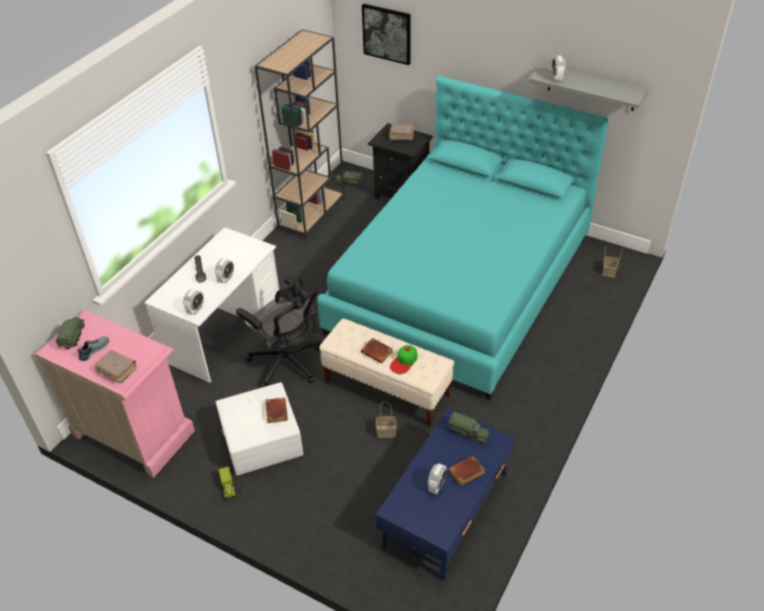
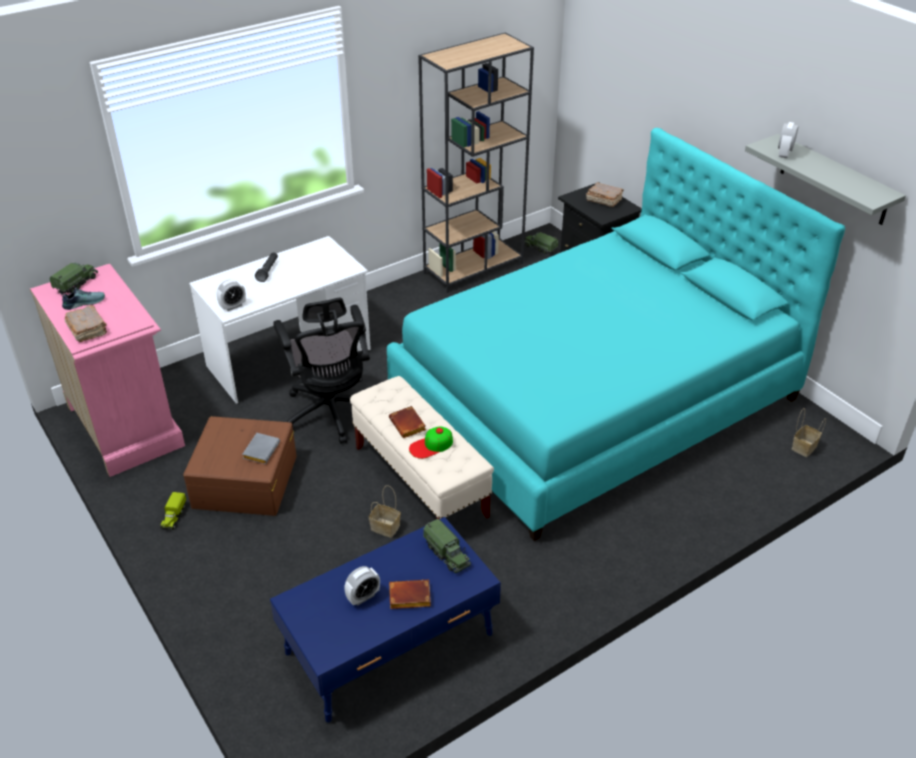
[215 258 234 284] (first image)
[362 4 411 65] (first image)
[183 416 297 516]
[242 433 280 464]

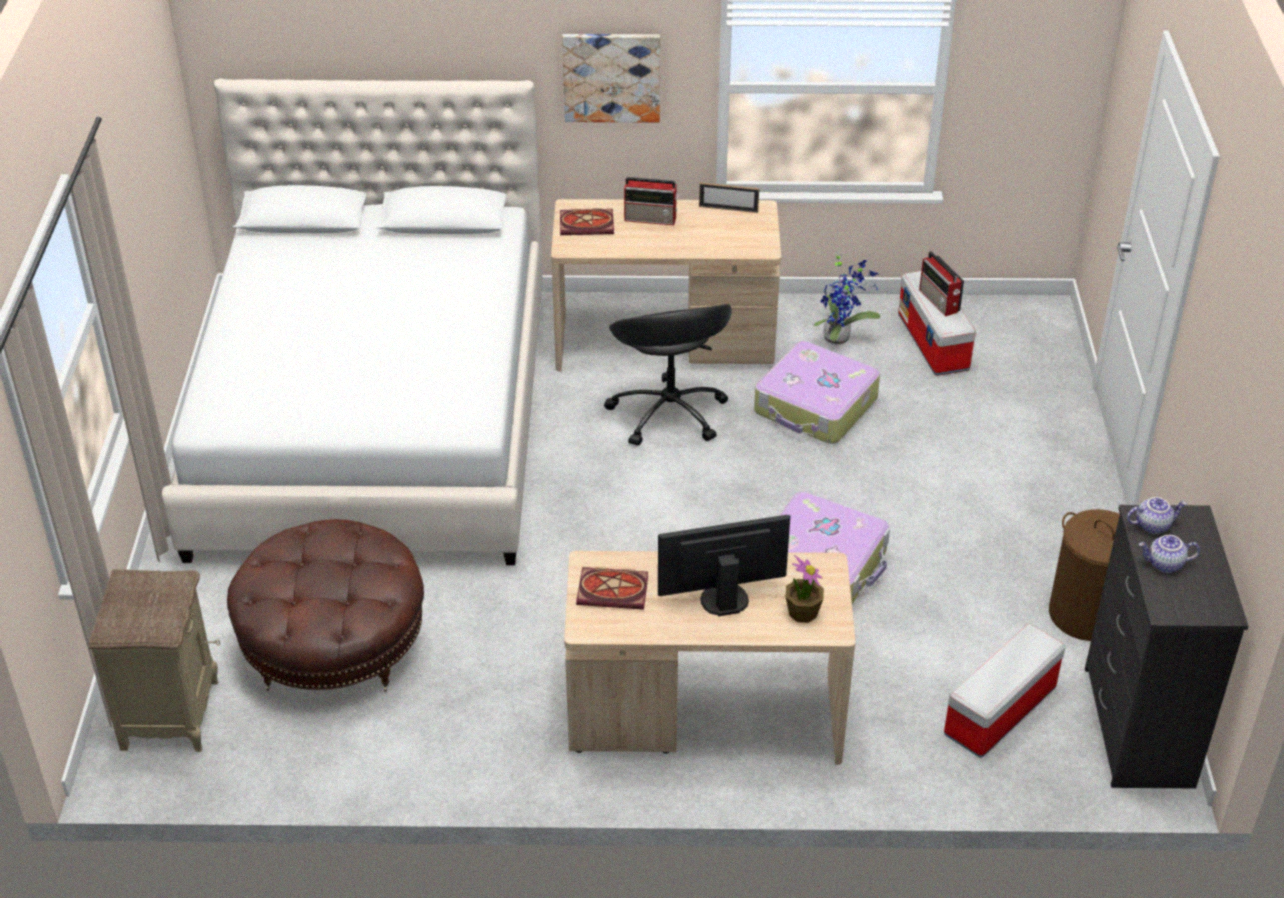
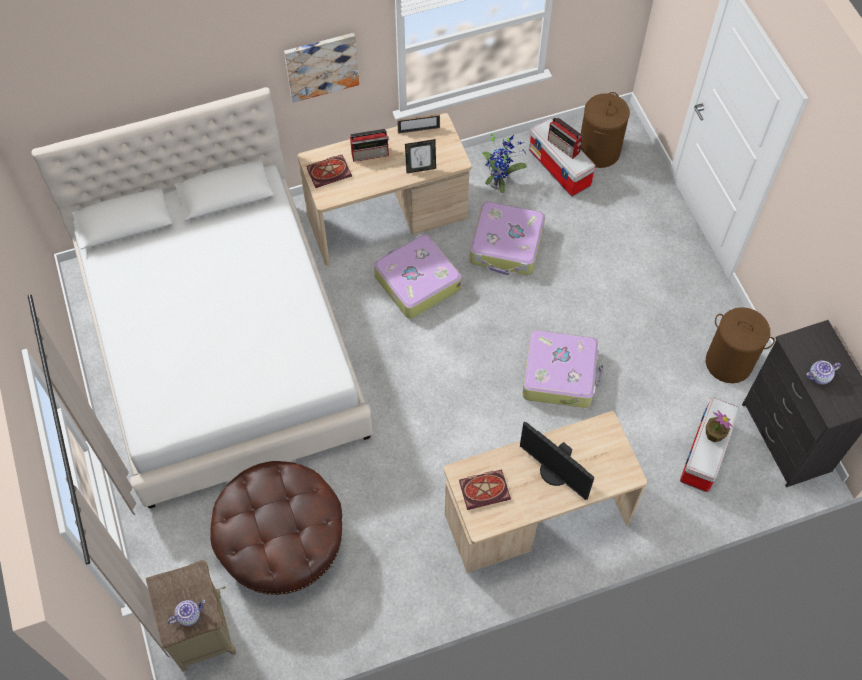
[405 139 436 173]
[581 92 630 168]
[706 410 733 442]
[167 600 205 626]
[374 234 461 319]
[520 422 594 500]

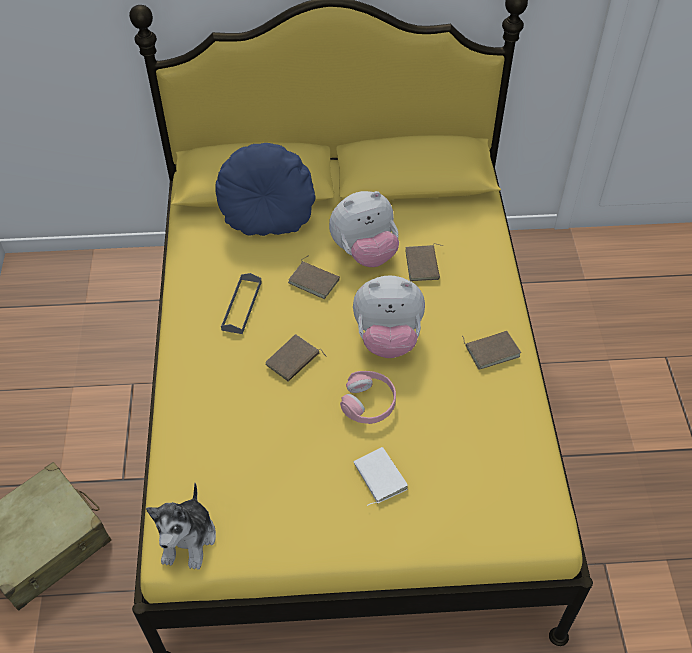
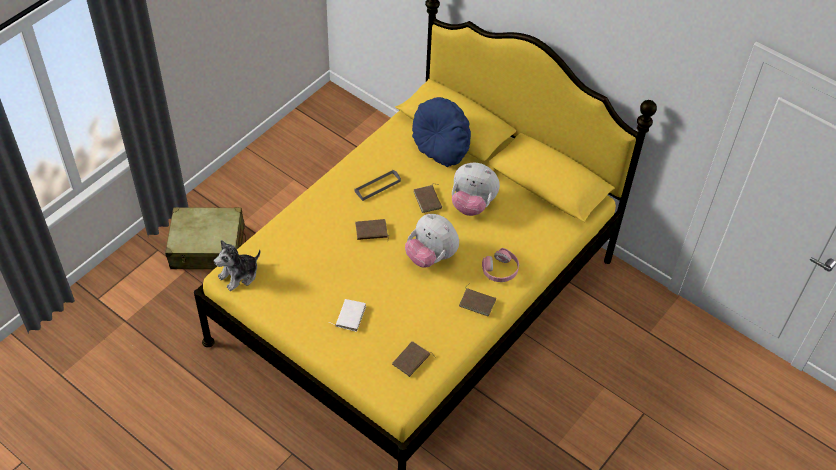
[482 248 519 282]
[392 341 436 377]

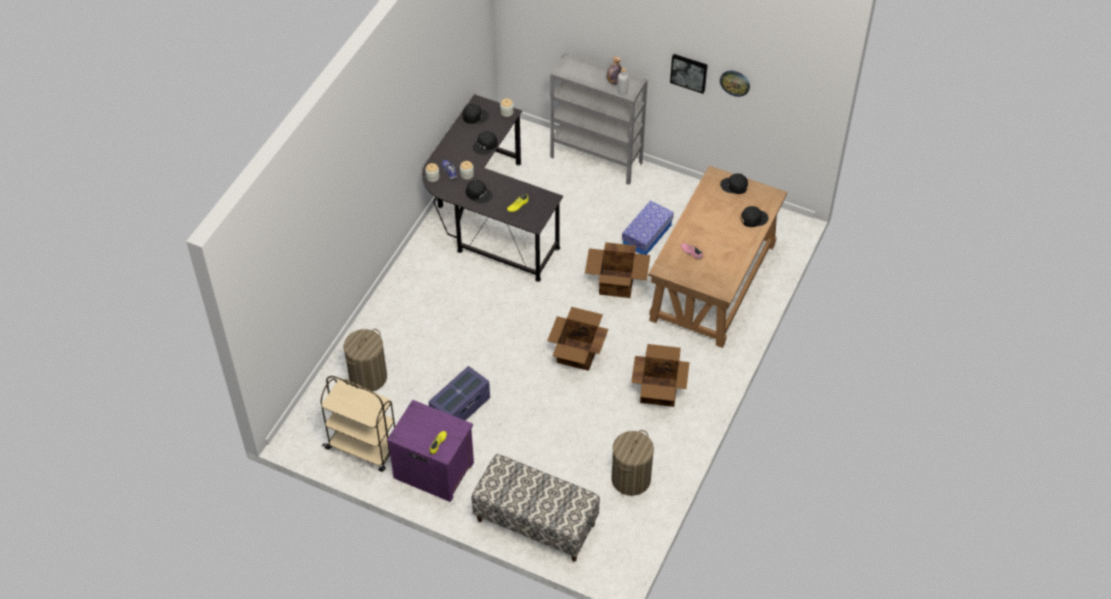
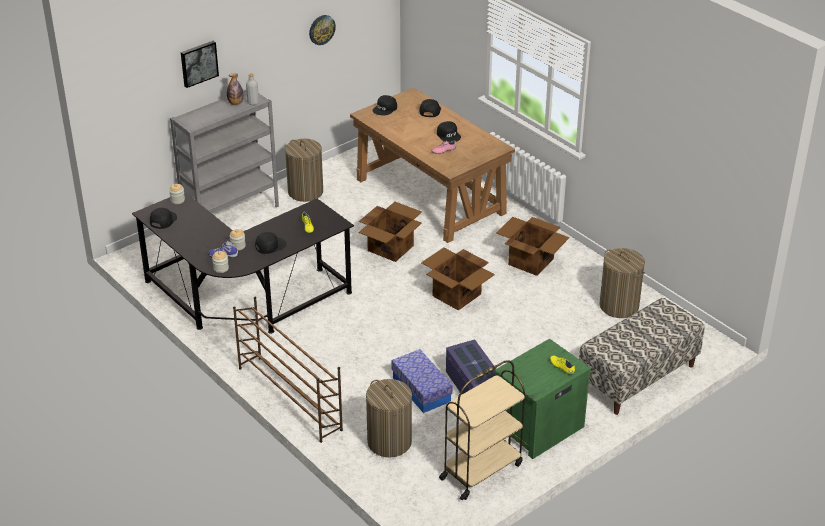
[233 297 343 443]
[285 139 323 202]
[437 121 461 142]
[391 349 453 413]
[181 41 219 88]
[494 339 591 459]

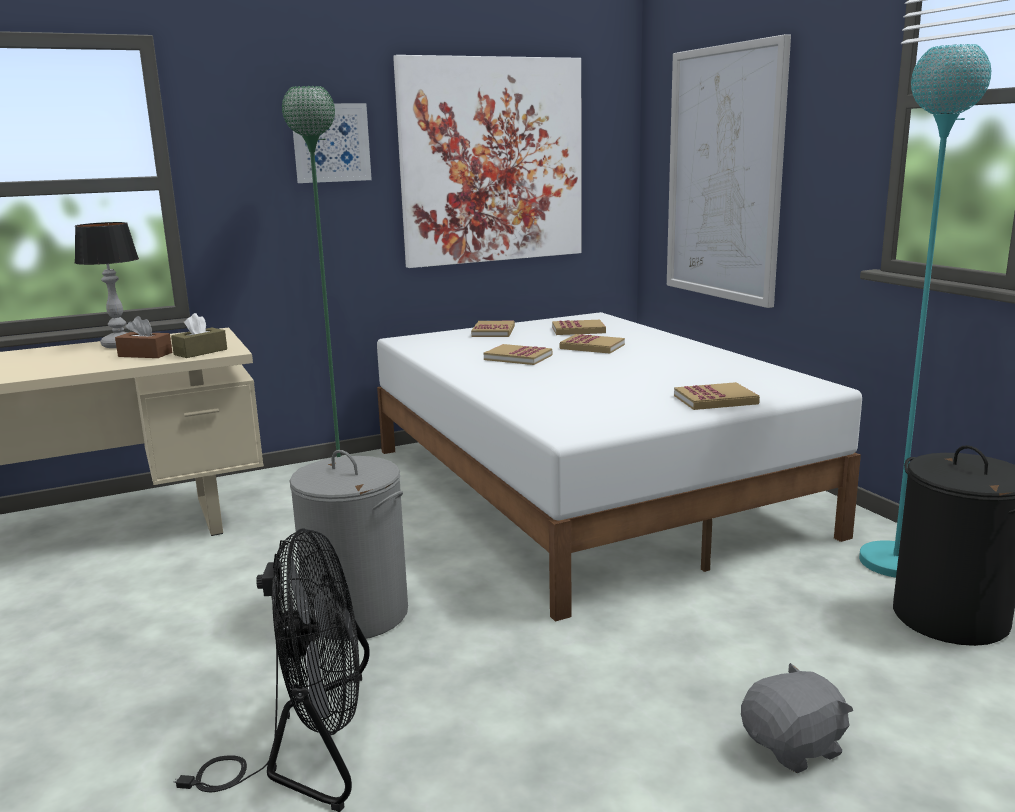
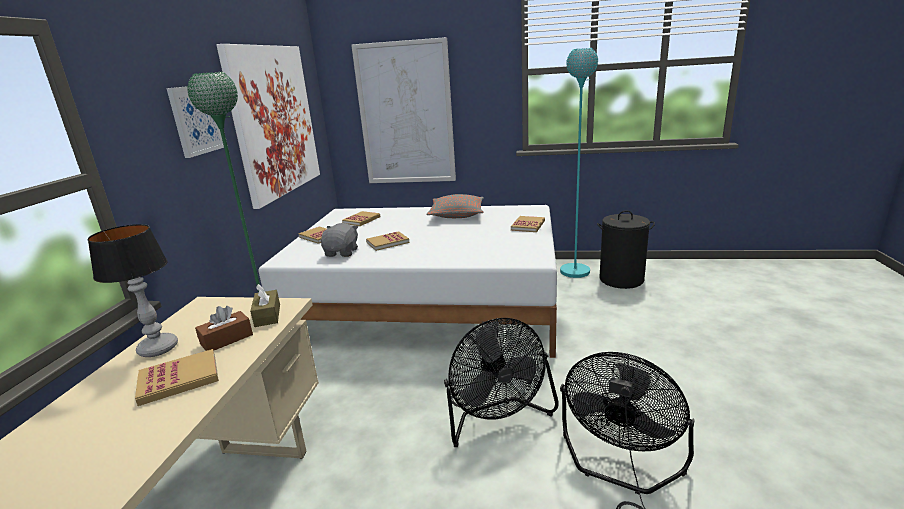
[426 194 484 218]
[135 349 219 406]
[321 223 358 257]
[444 318 559 447]

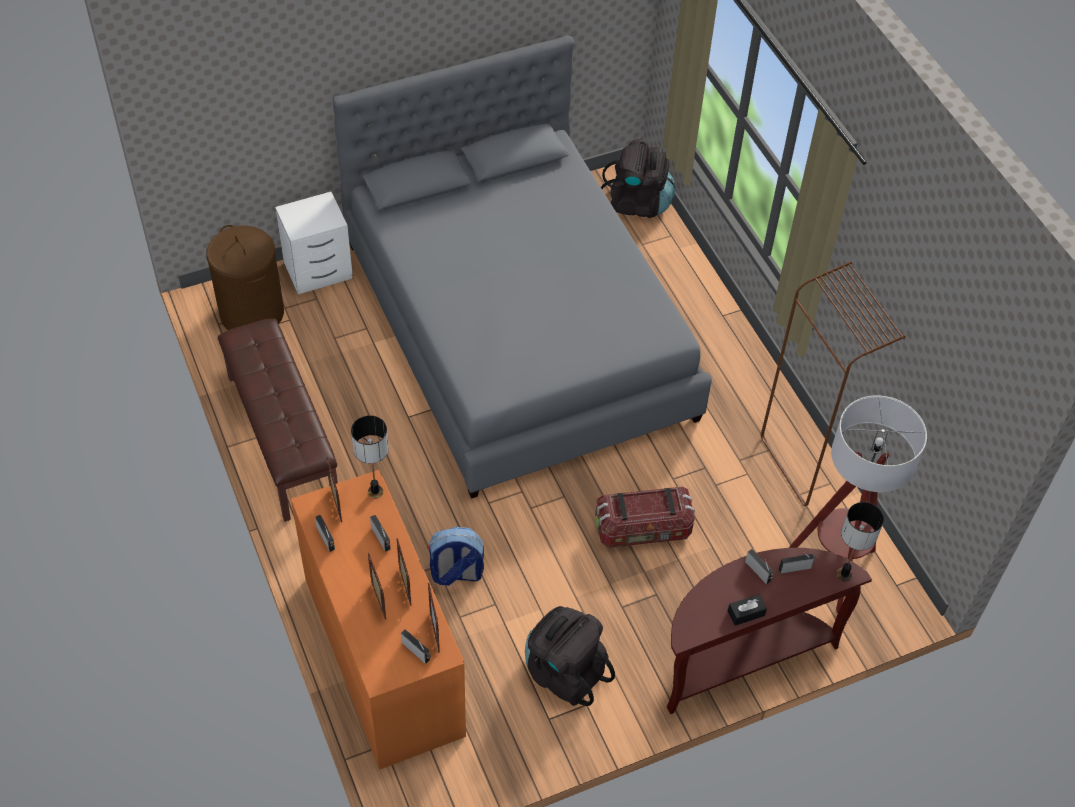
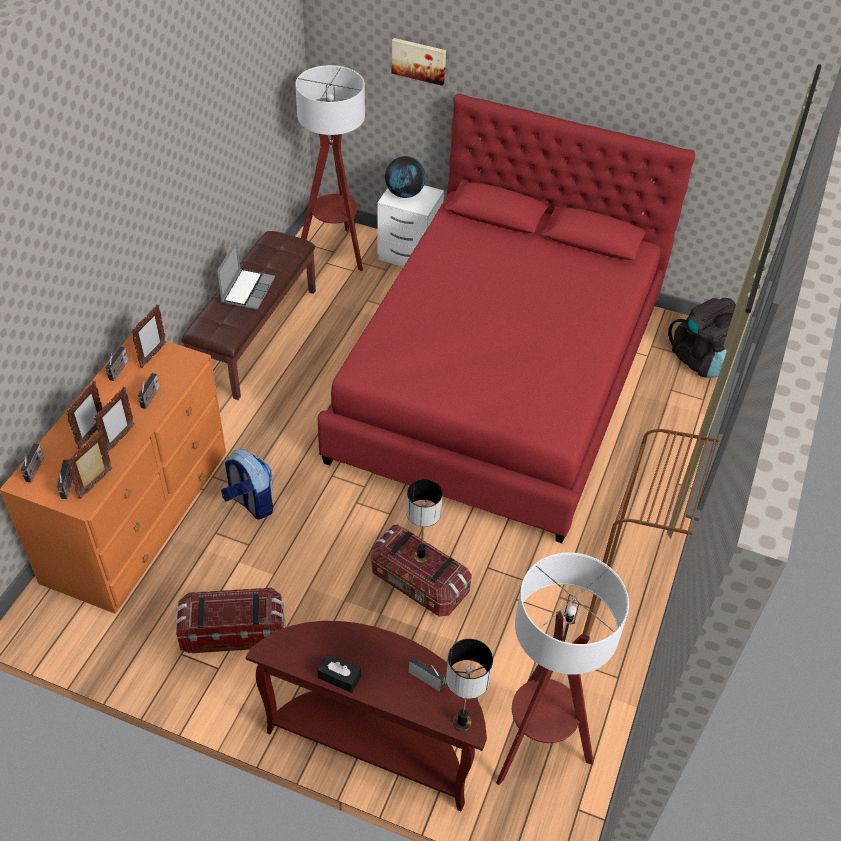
[217 239 275 310]
[385 156 426 198]
[392 38 446 86]
[406 479 442 563]
[21 444 44 482]
[295 65 365 271]
[175 588 286 654]
[318 94 695 543]

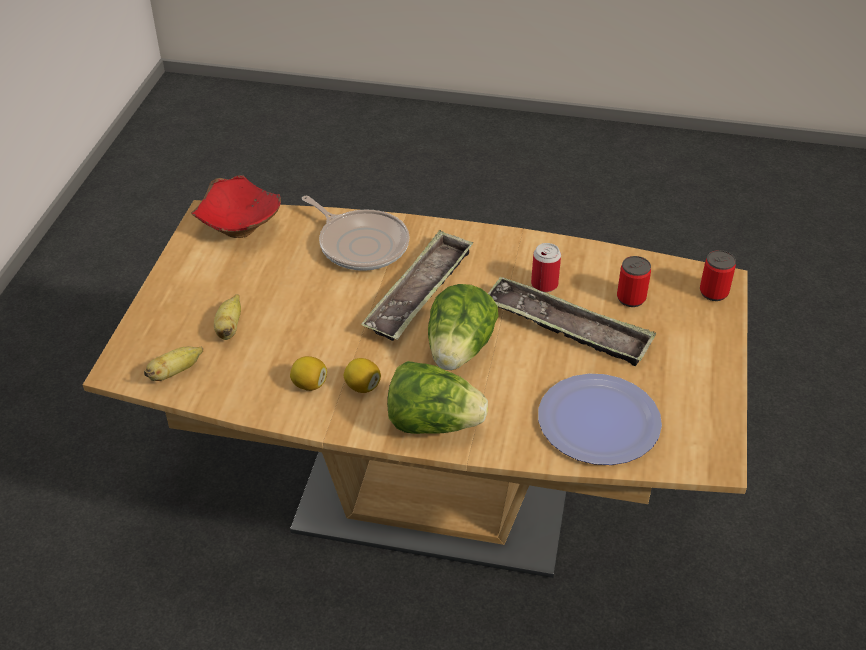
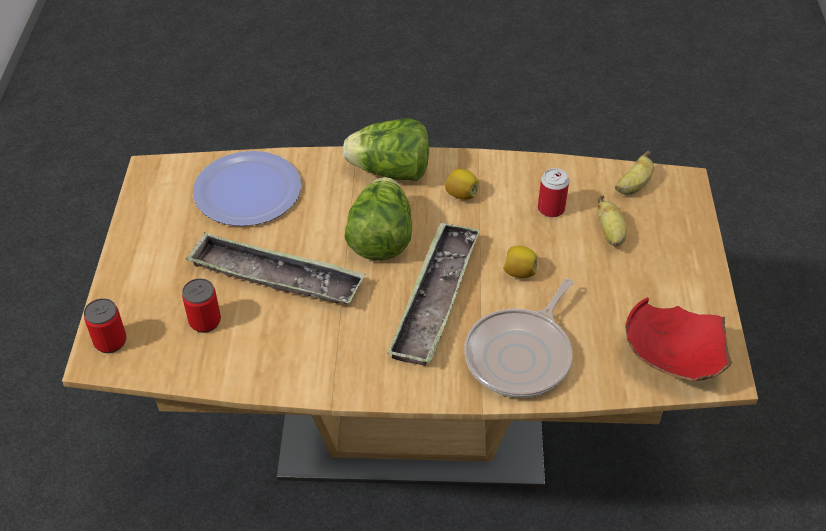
[503 246 537 278]
[538 168 569 217]
[464 278 573 398]

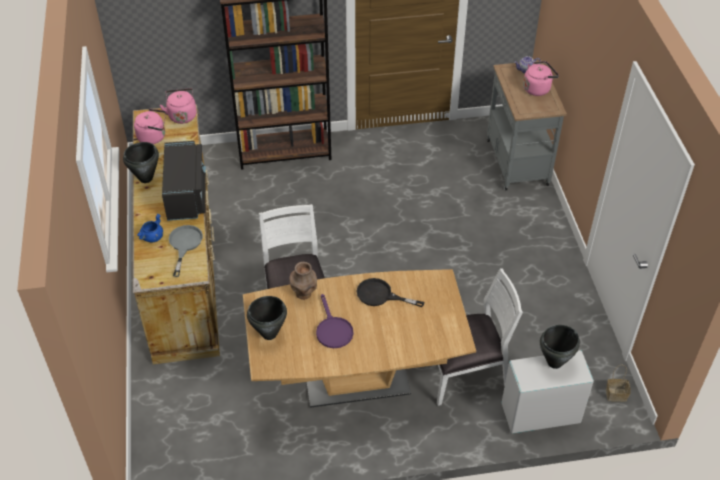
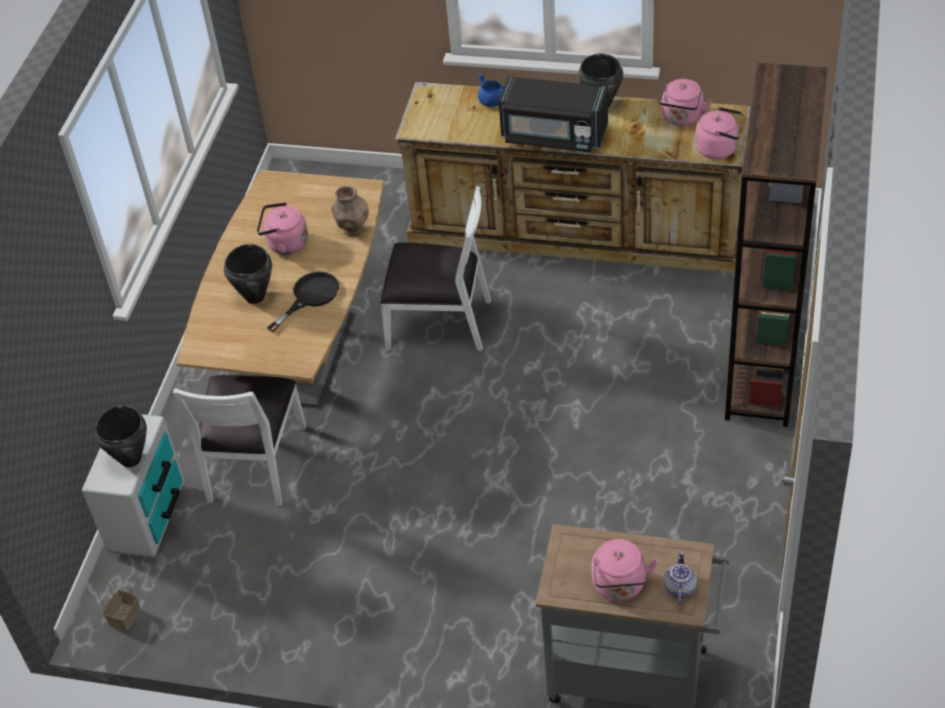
[169 225 203 277] (first image)
[224 244 272 304]
[257 202 308 255]

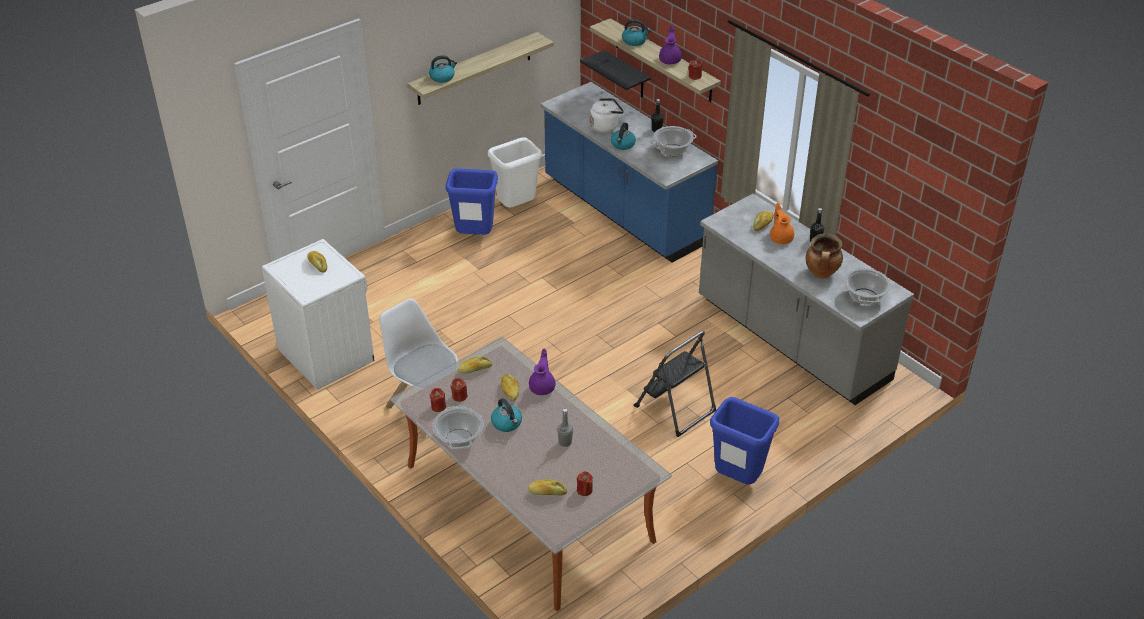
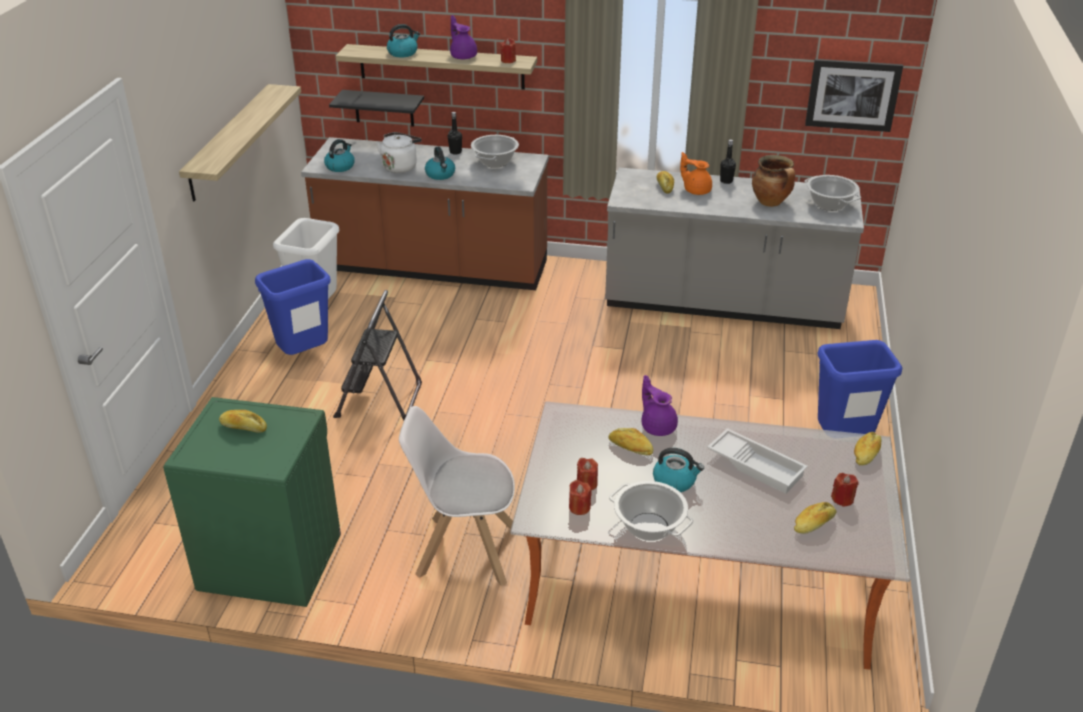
[805 59 903 132]
[324 139 355 172]
[854 432 882 466]
[333 290 422 420]
[707 428 808 494]
[163 397 341 607]
[301 137 549 290]

